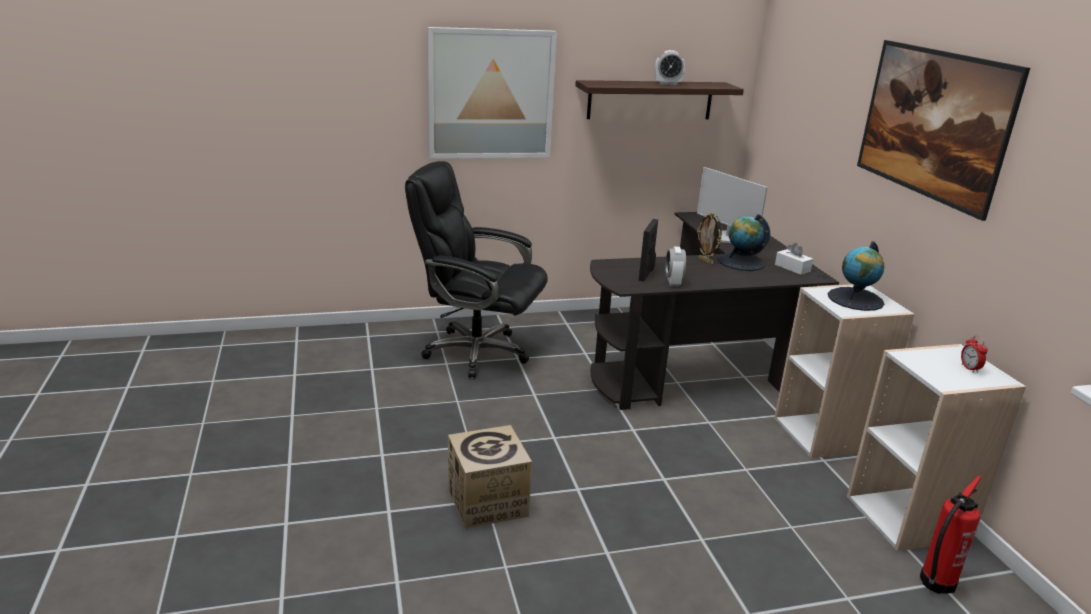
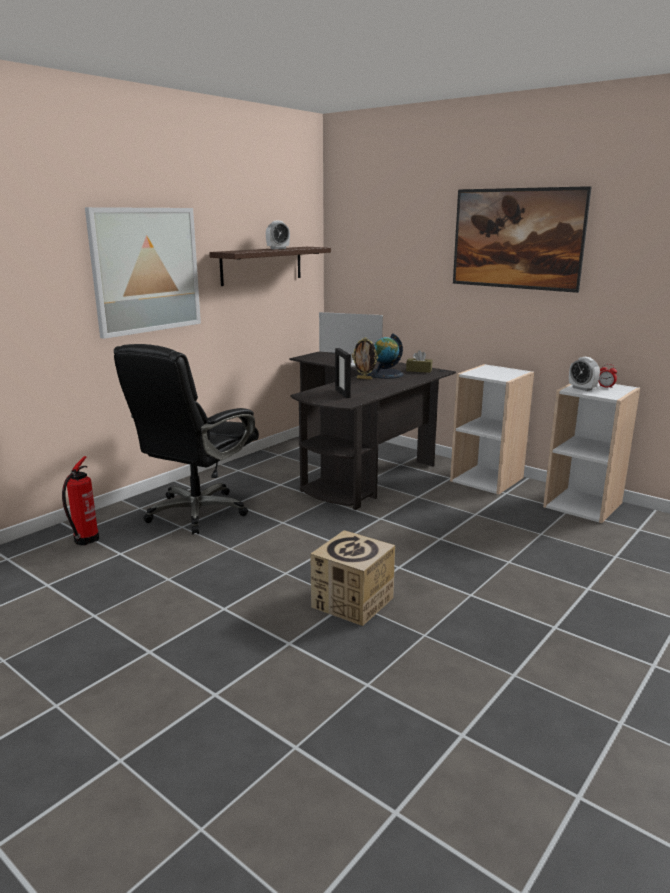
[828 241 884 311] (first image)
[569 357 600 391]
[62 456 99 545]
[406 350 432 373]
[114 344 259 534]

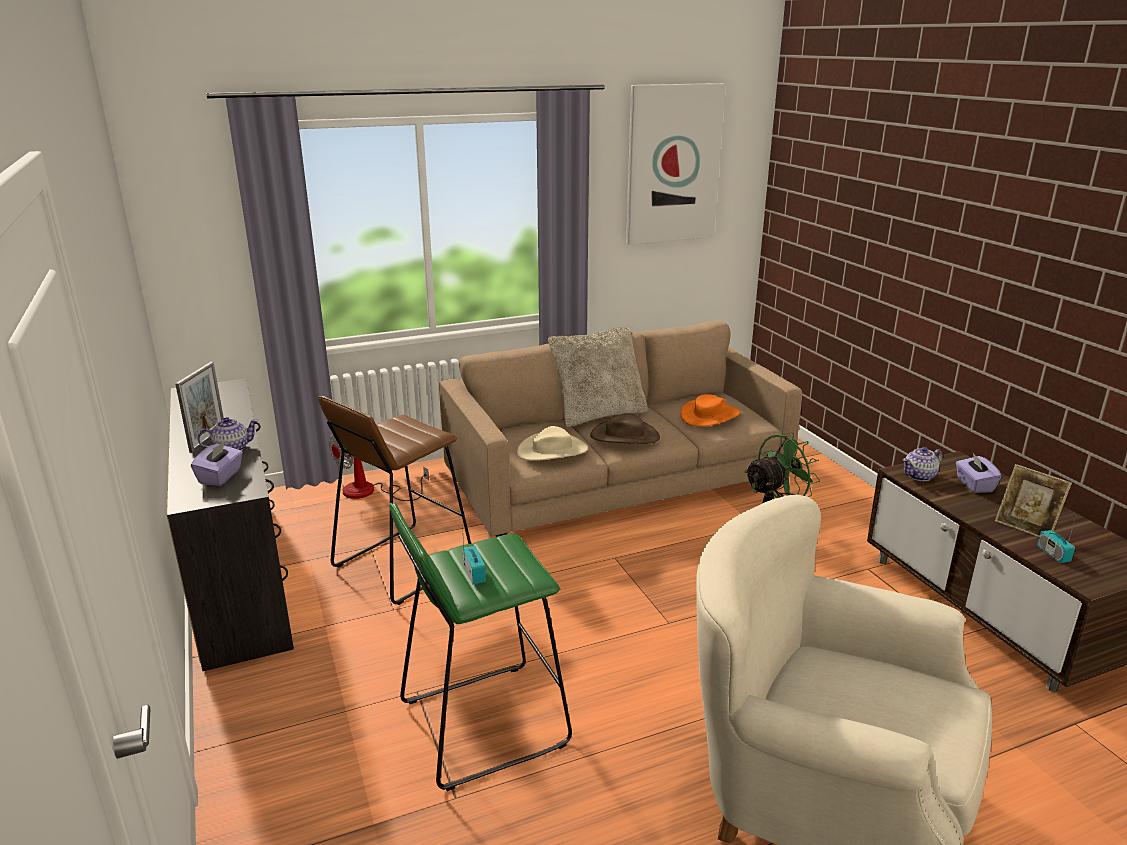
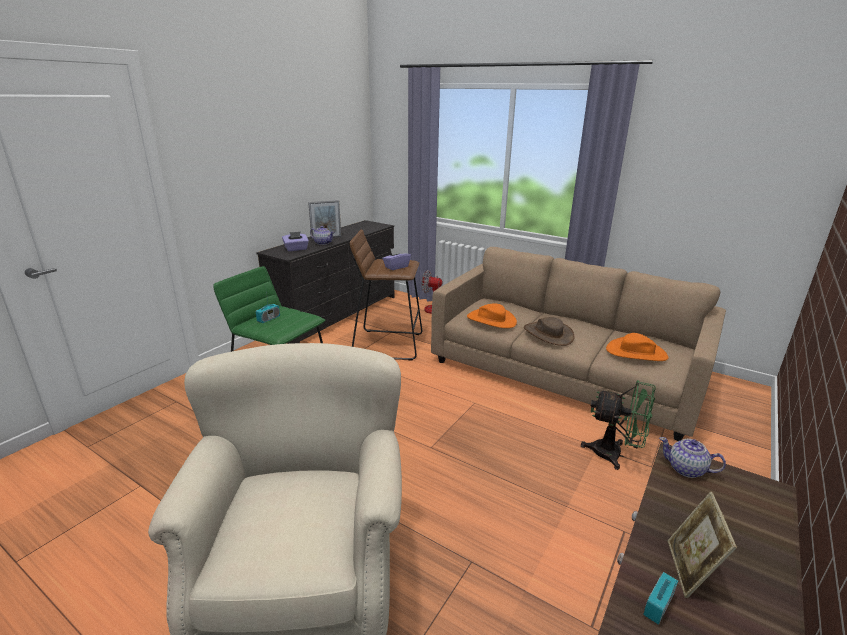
[548 327 648 427] (first image)
[626 83 725 245] (first image)
[382 247 411 270]
[467 303 517 328]

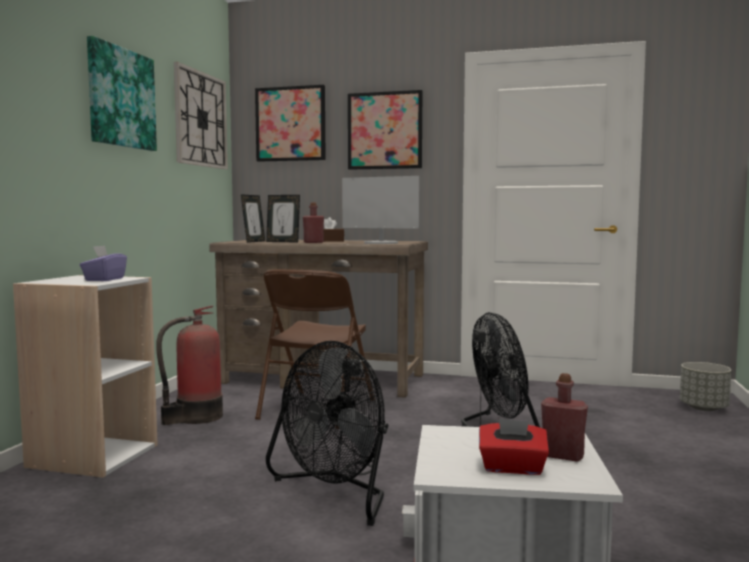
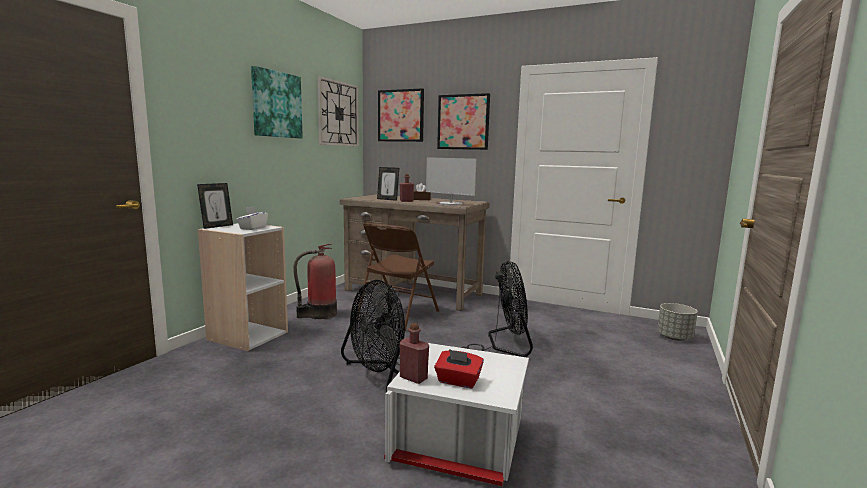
[197 183 233 229]
[399 323 429 384]
[237 206 268 230]

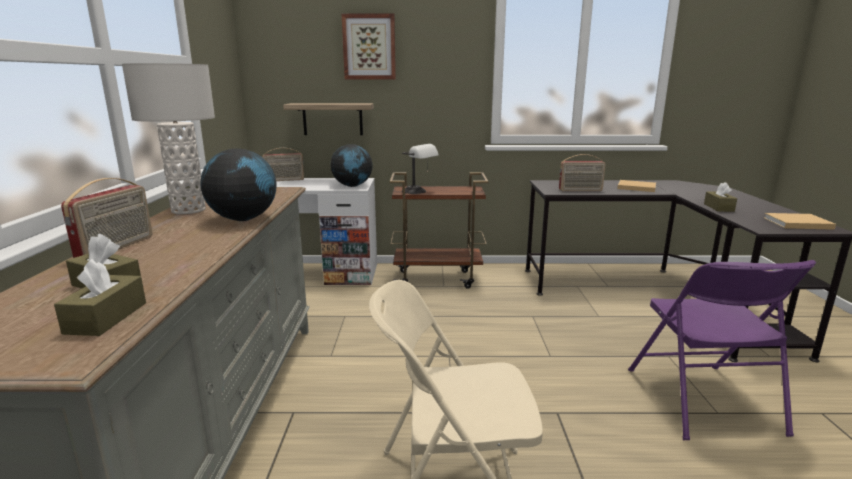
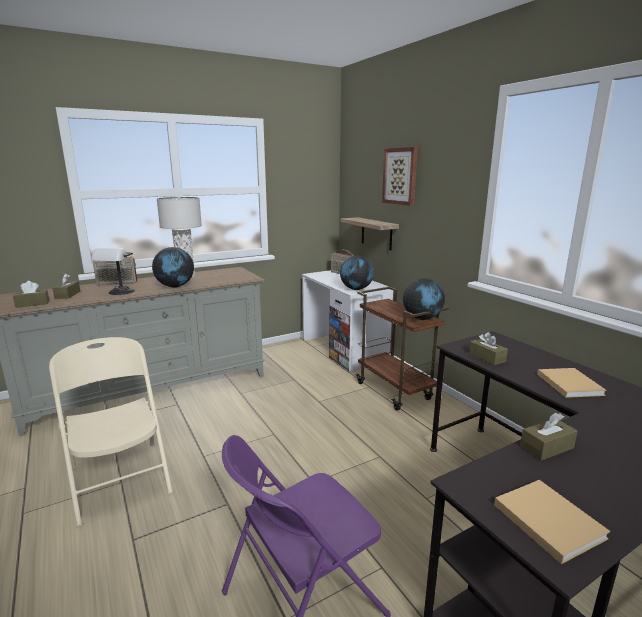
[403 278 445 320]
[91 248 135 295]
[469 332 508 365]

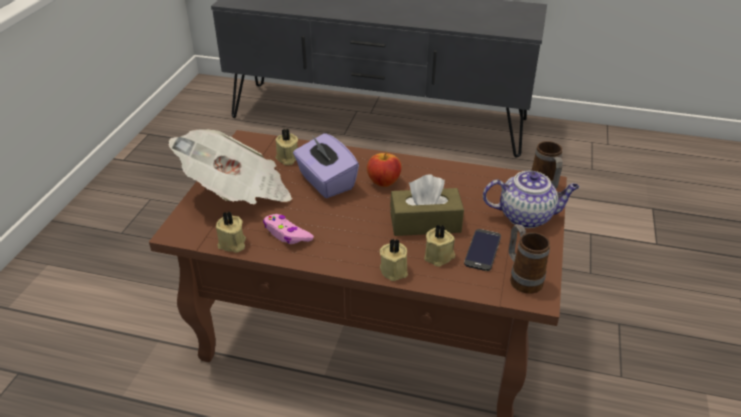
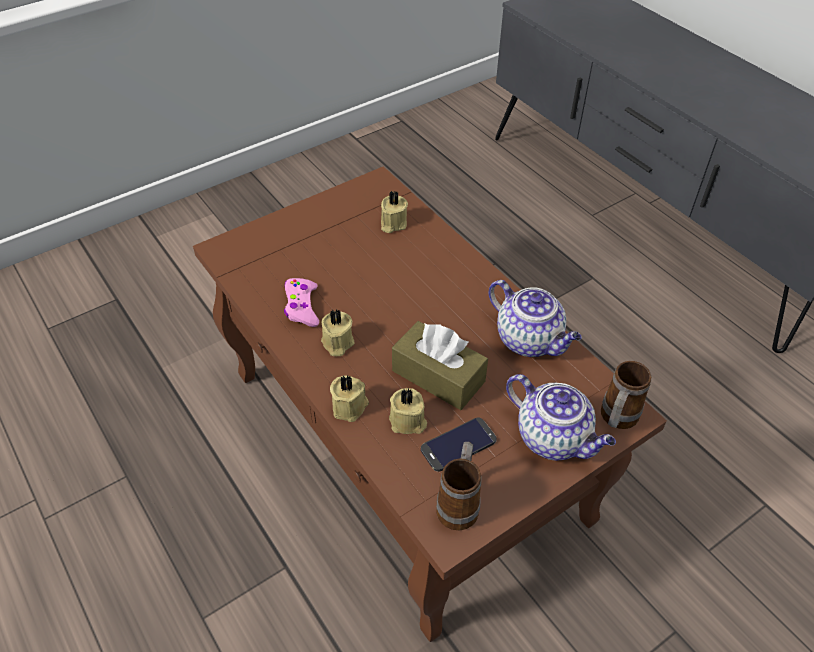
[168 129 293 205] (first image)
[293 133 359 198] (first image)
[367 152 402 187] (first image)
[489 280 582 357]
[321 310 355 356]

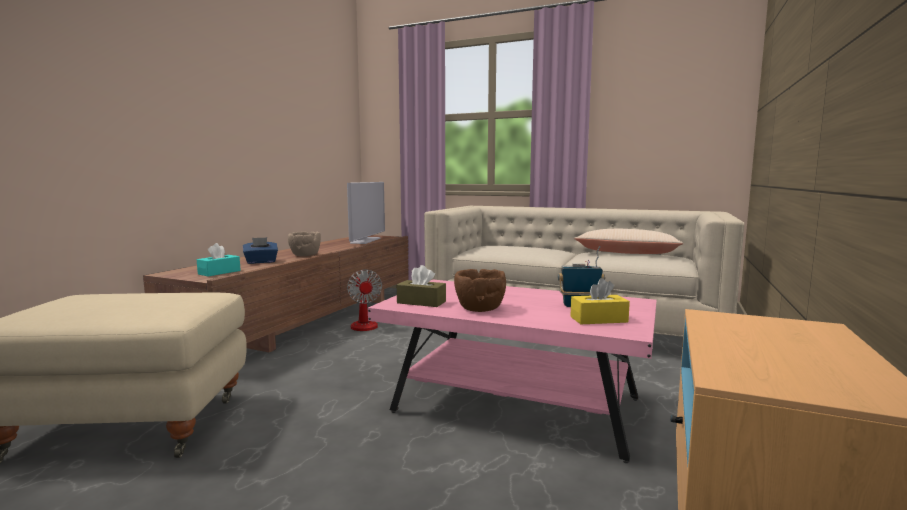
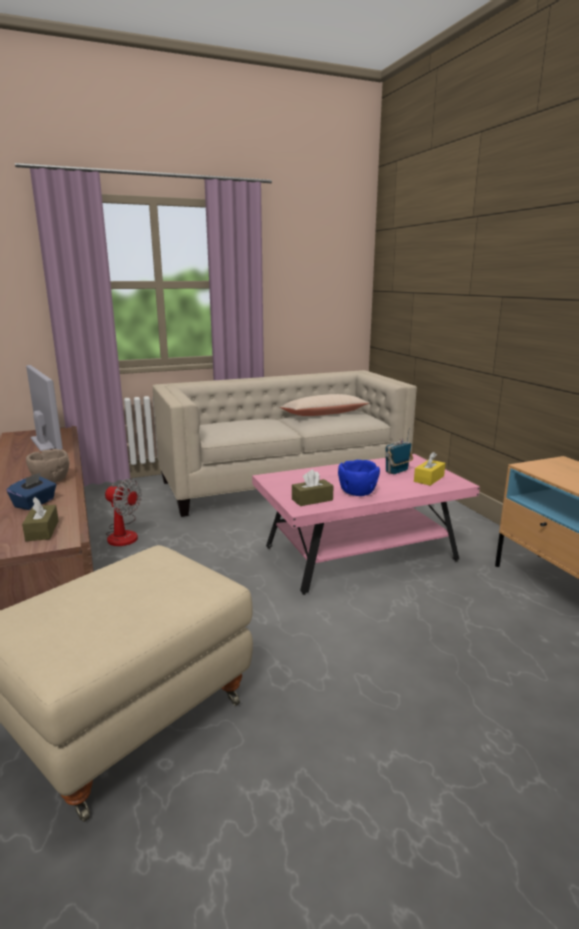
[22 497 59 541]
[338 460 380 496]

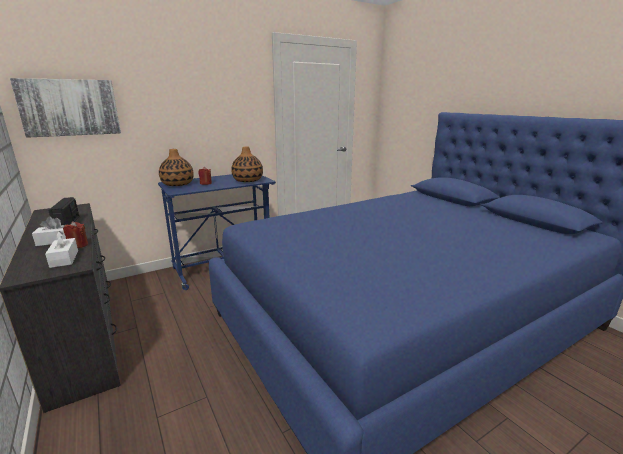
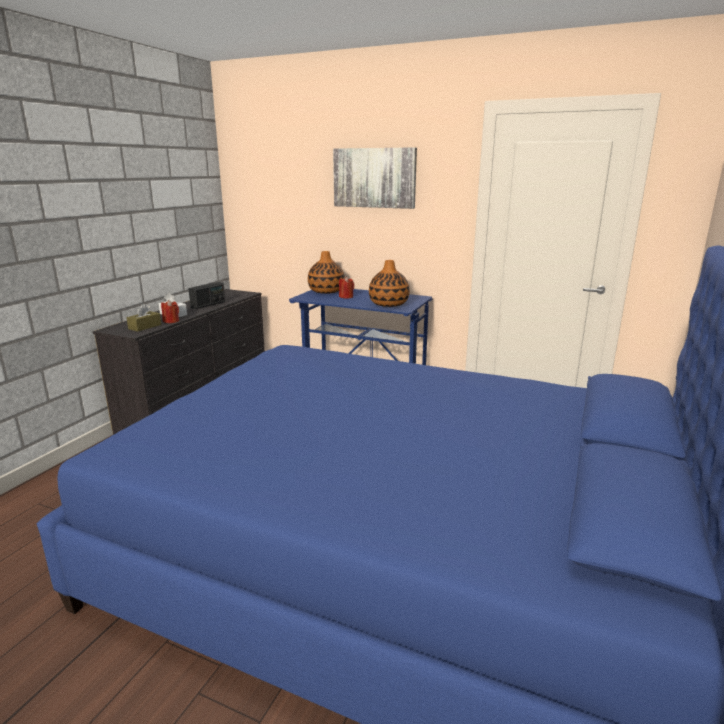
[333 147 417 209]
[127 304 161 332]

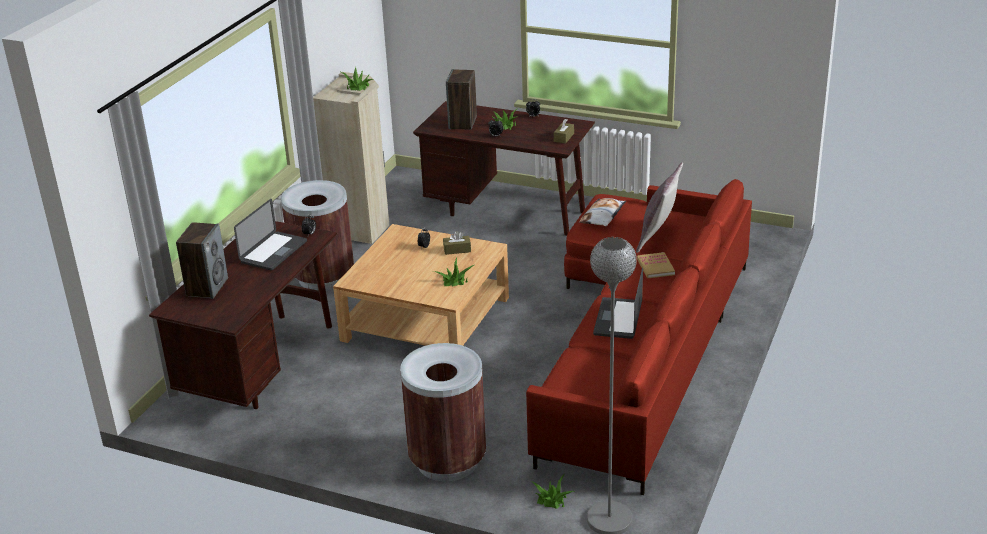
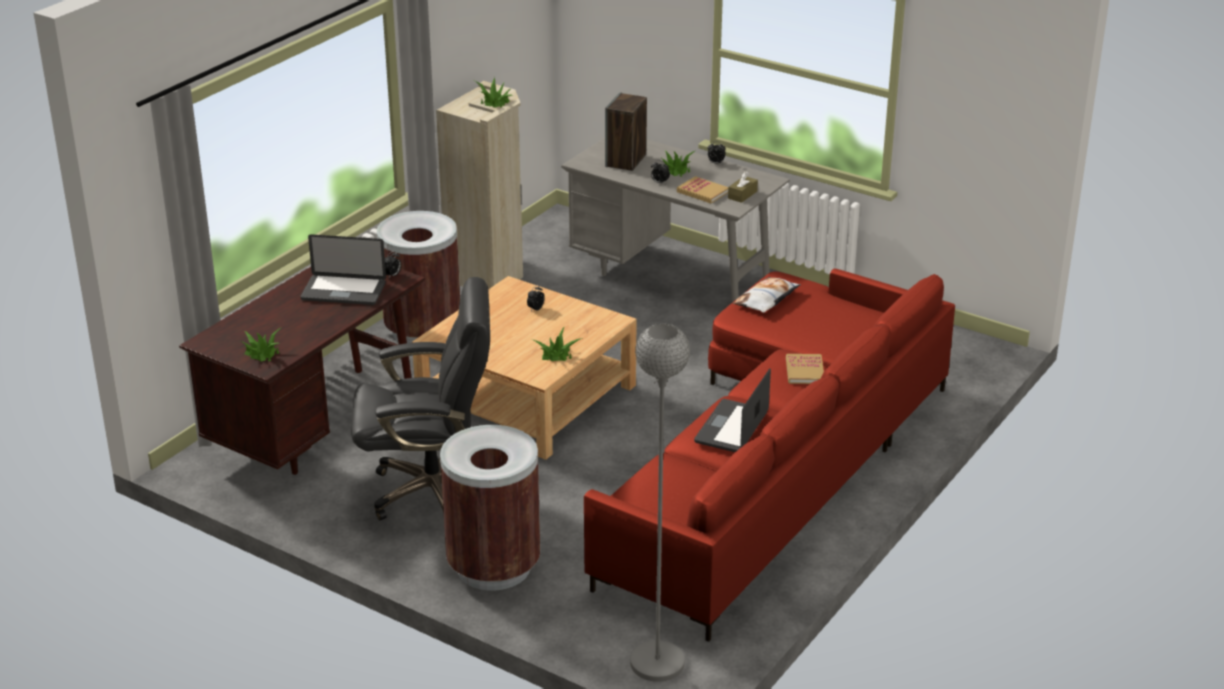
[176 222 228 299] (first image)
[443 231 471 255] (first image)
[636 162 683 253] (first image)
[351 277 490 520]
[677 176 728 203]
[241 328 280 362]
[561 138 790 302]
[300 234 386 305]

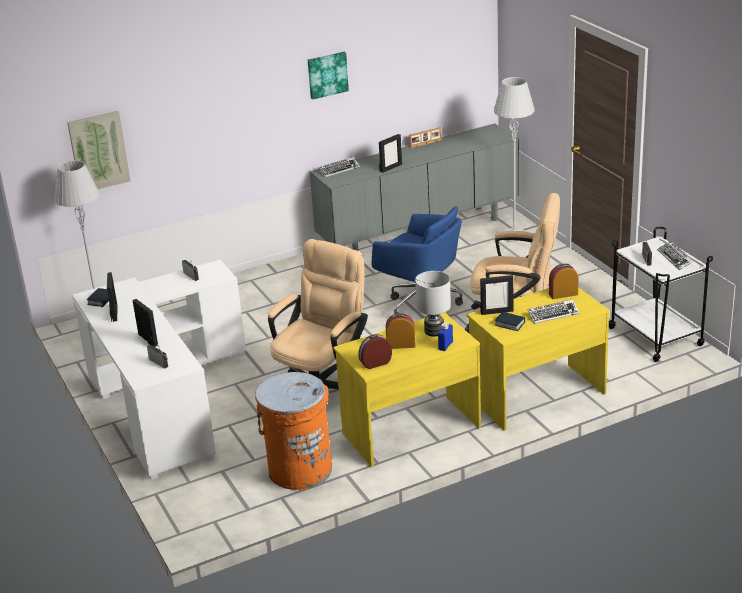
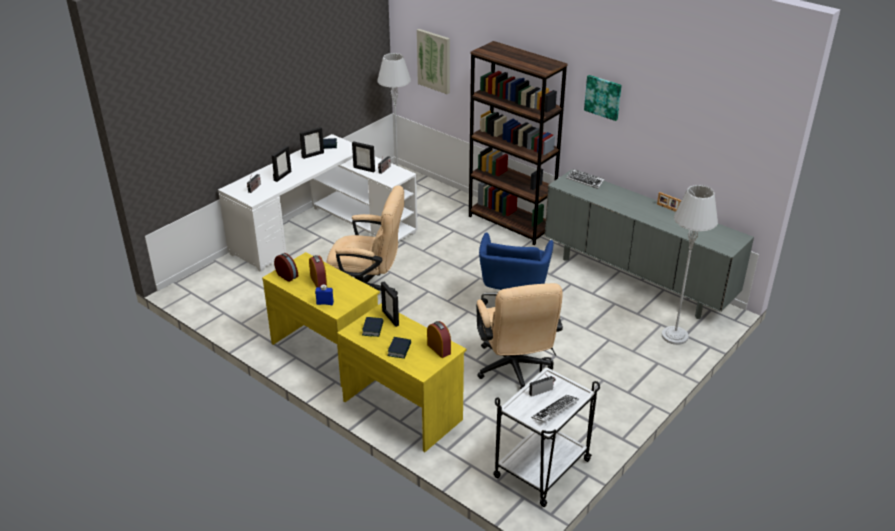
[255 372 332 490] (first image)
[415 271 451 337] (first image)
[469 41 568 245]
[352 141 375 173]
[387 337 411 359]

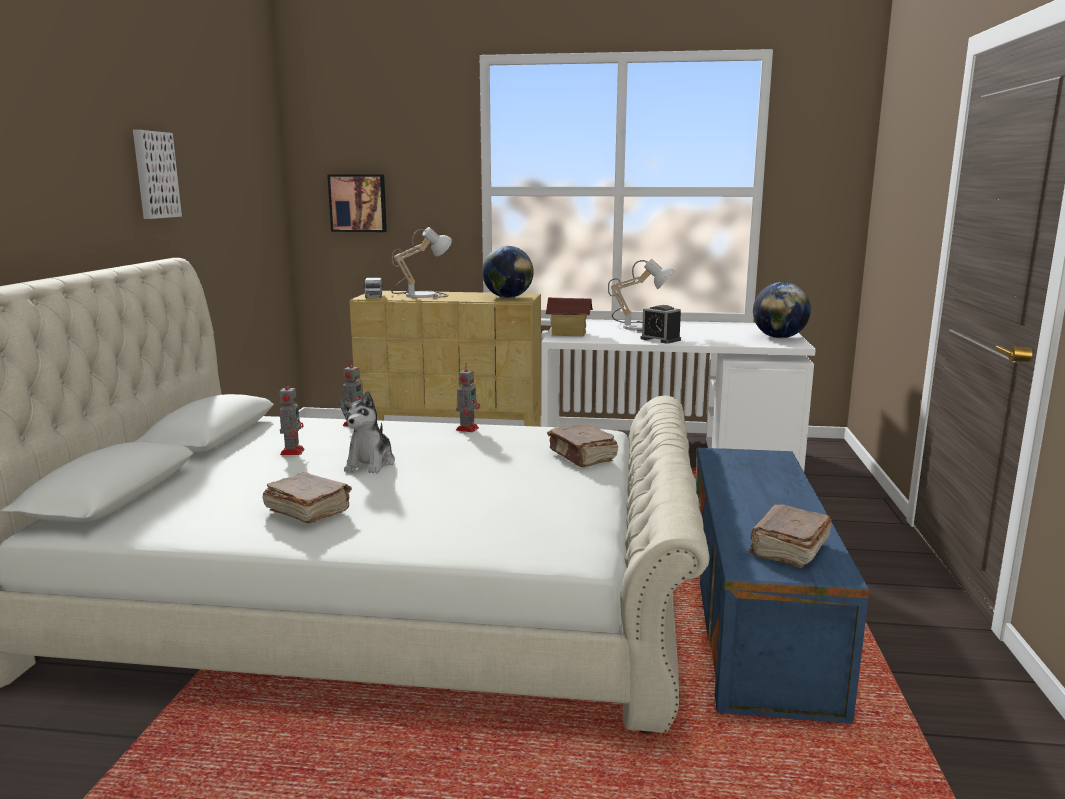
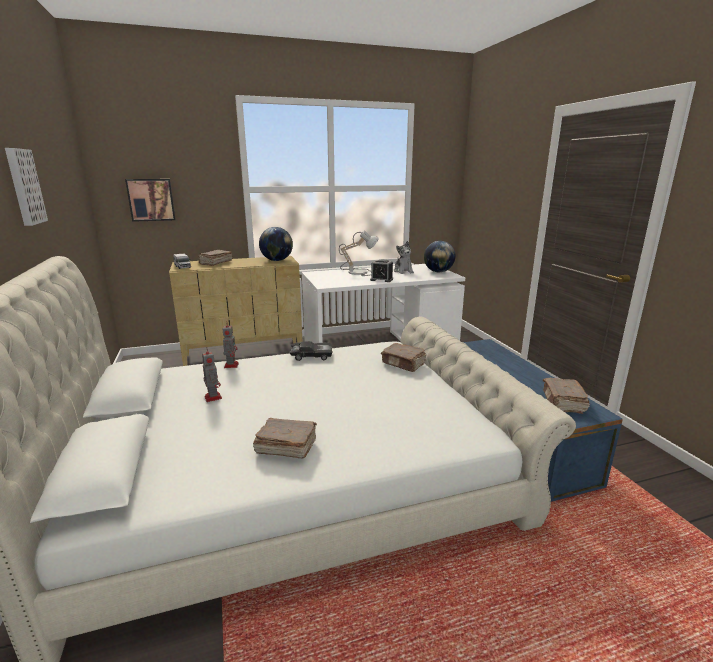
[545 298 593 336] (first image)
[394 241 414 274]
[198 250 233 266]
[290 341 333 361]

